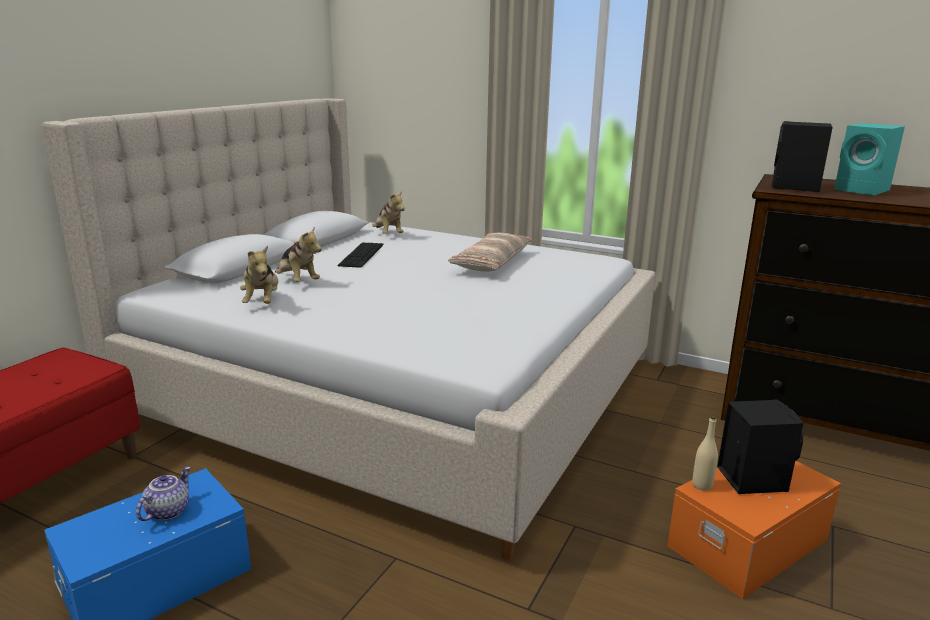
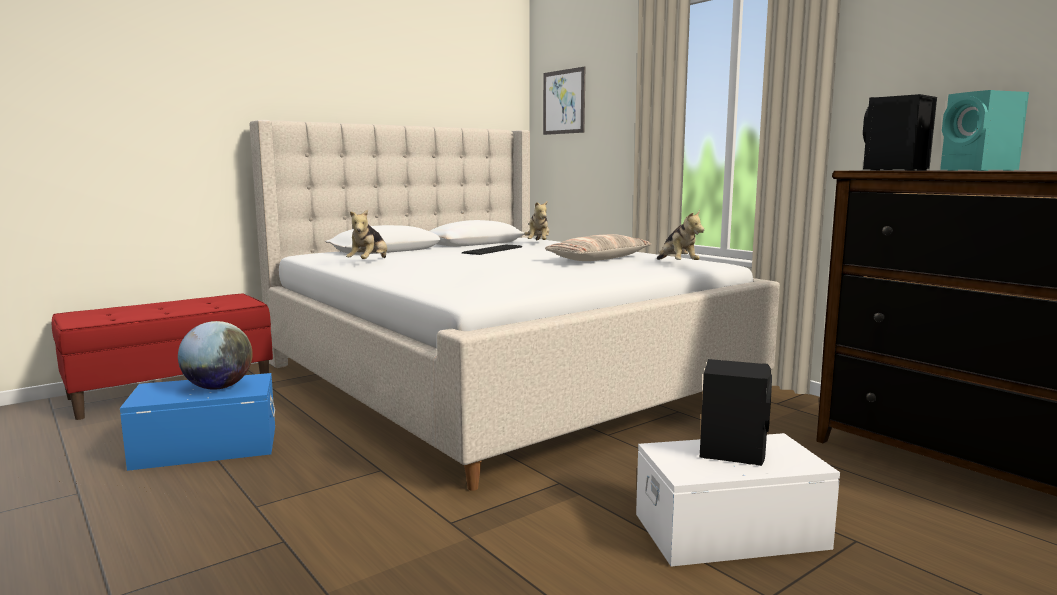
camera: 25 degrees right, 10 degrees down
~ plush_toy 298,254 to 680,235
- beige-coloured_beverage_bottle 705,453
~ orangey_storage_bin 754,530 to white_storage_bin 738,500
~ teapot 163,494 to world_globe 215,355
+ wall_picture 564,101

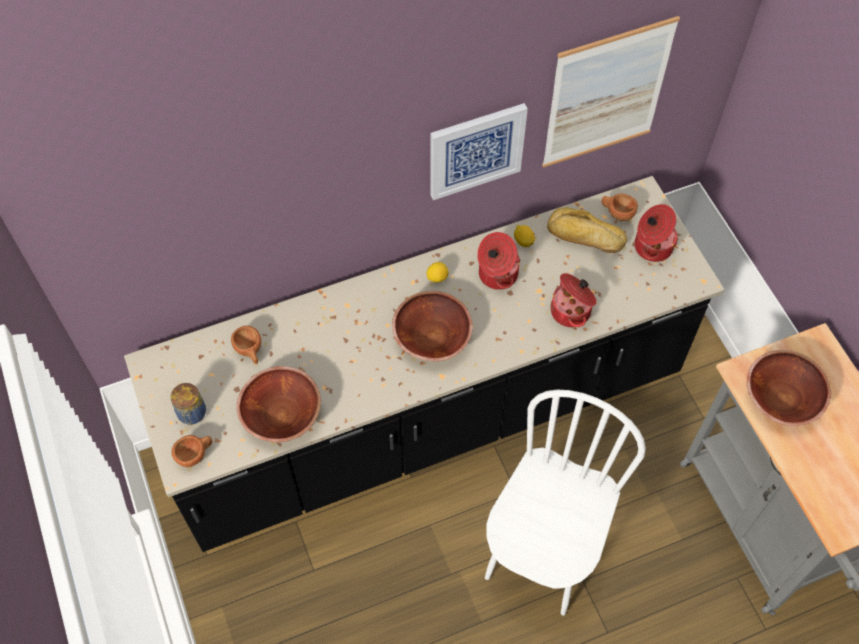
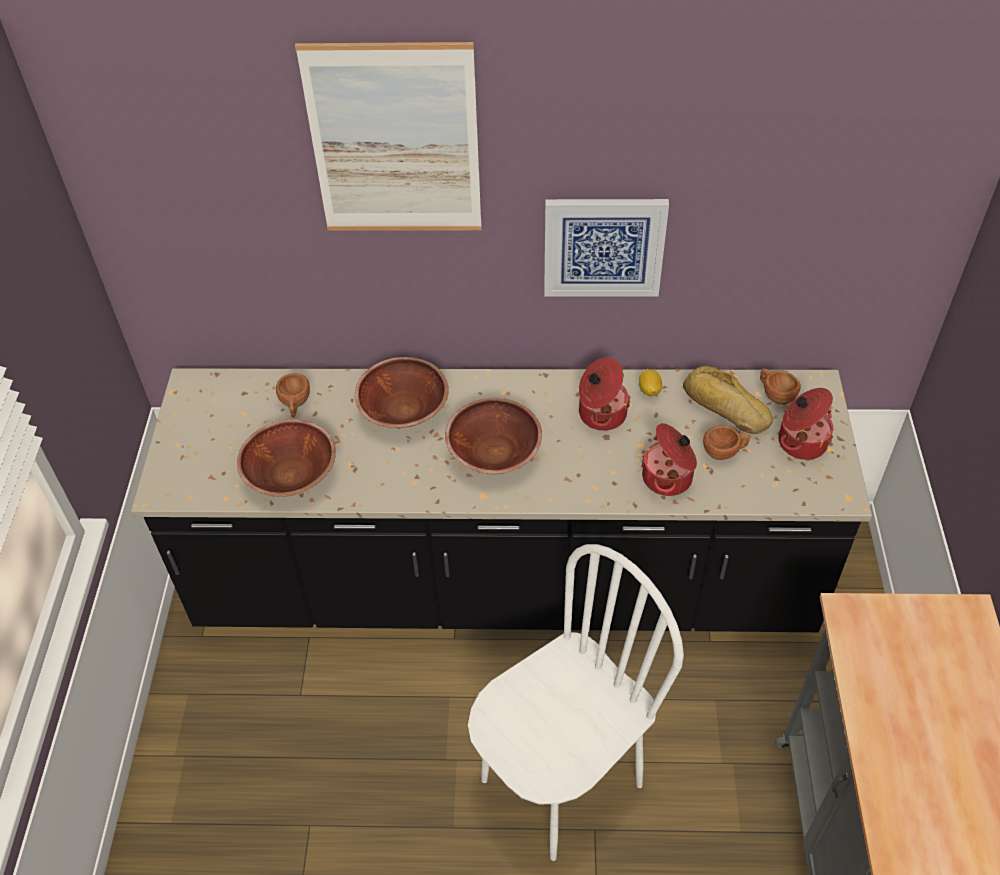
camera: 25 degrees right, 10 degrees down
~ wall_picture 611,92 to 388,136
- lemon 437,272
~ brownish_serving_bowl 789,388 to 402,392
- jar 188,404
~ brownish_small_cup 191,451 to 727,442

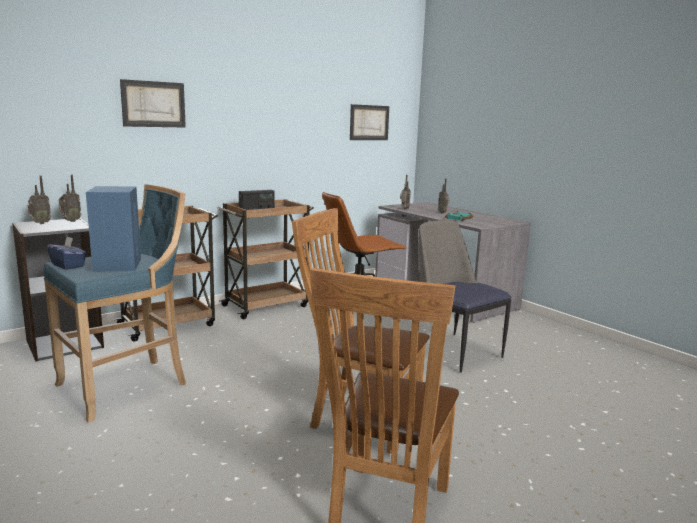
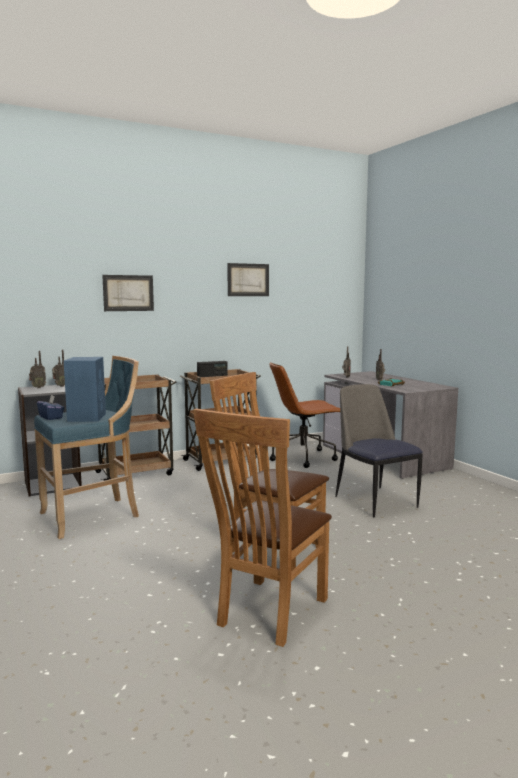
camera: 10 degrees right, 5 degrees down
~ wall_picture 369,122 to 248,279

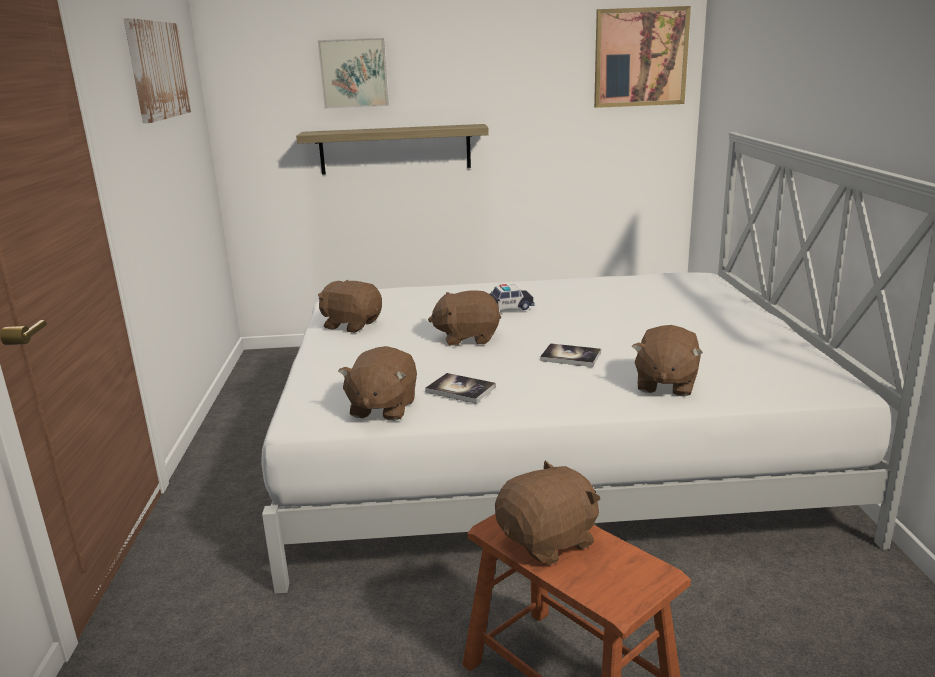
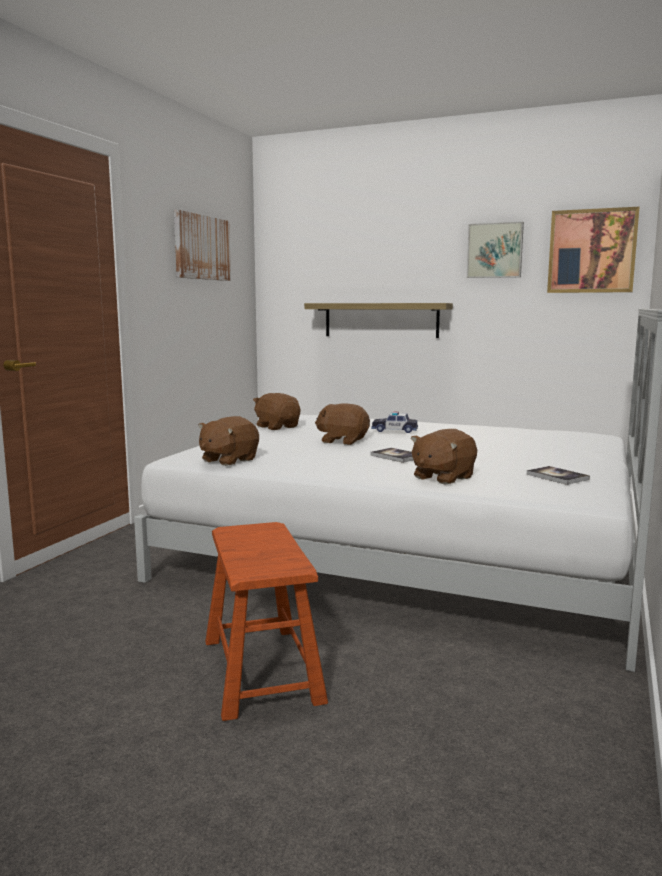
camera: 25 degrees right, 10 degrees down
~ wall_picture 353,73 to 495,250
~ book 460,388 to 558,475
- brownish_plush_toy 548,512

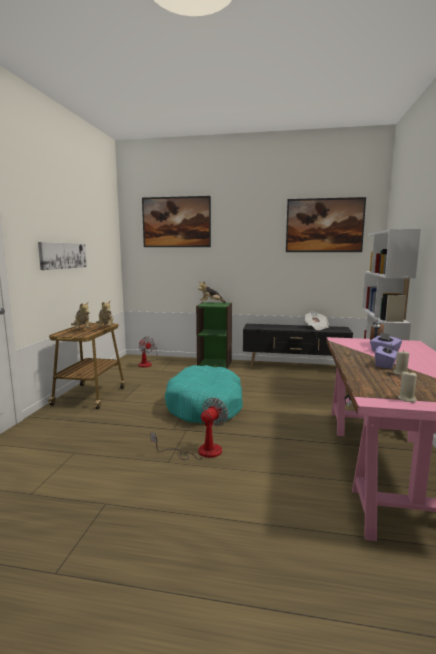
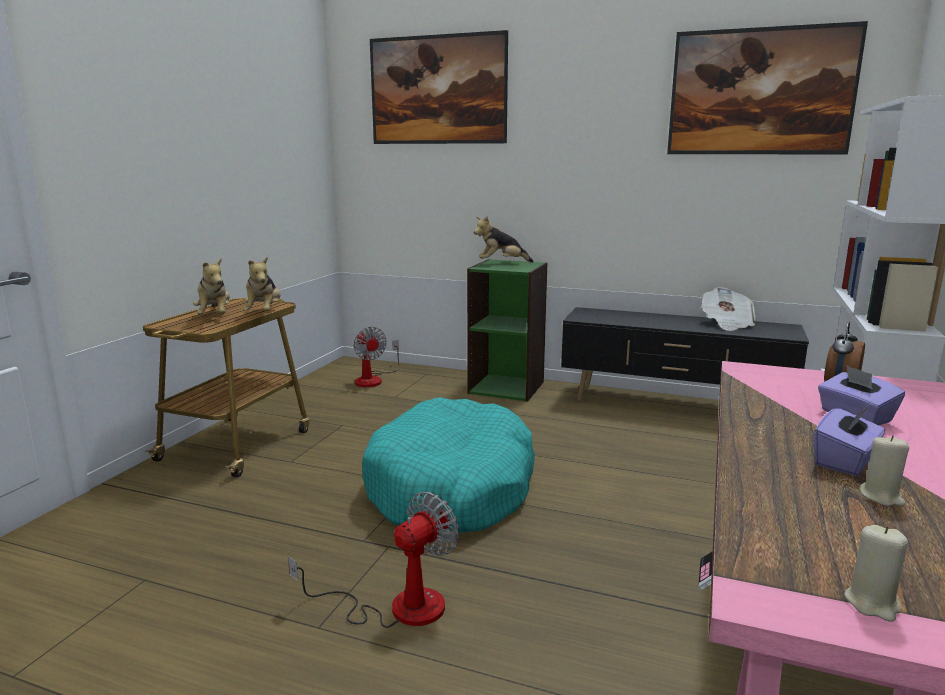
camera: 10 degrees right, 5 degrees up
- wall_picture 62,256

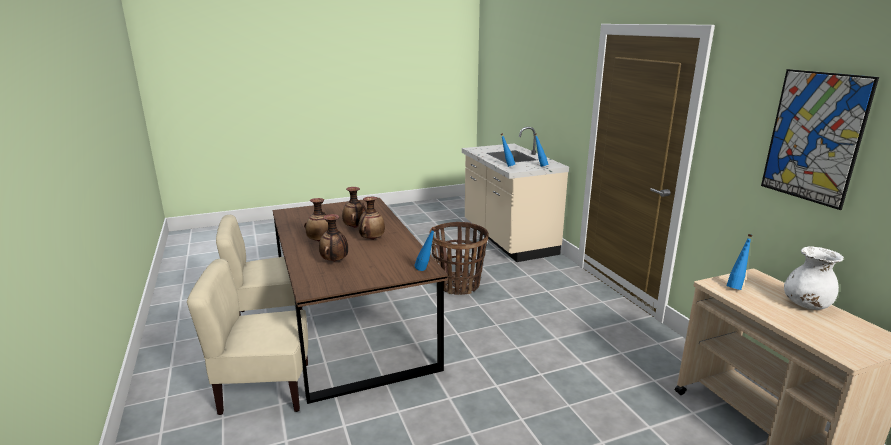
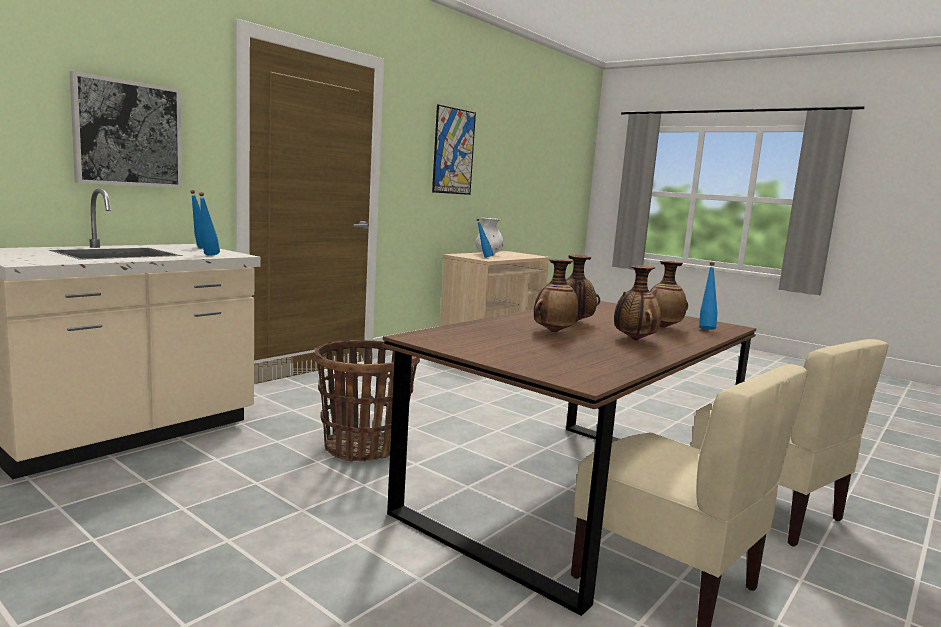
camera: 120 degrees left, 10 degrees down
~ blue-coloured_beverage_bottle 425,249 to 708,295
+ wall_picture 125,129

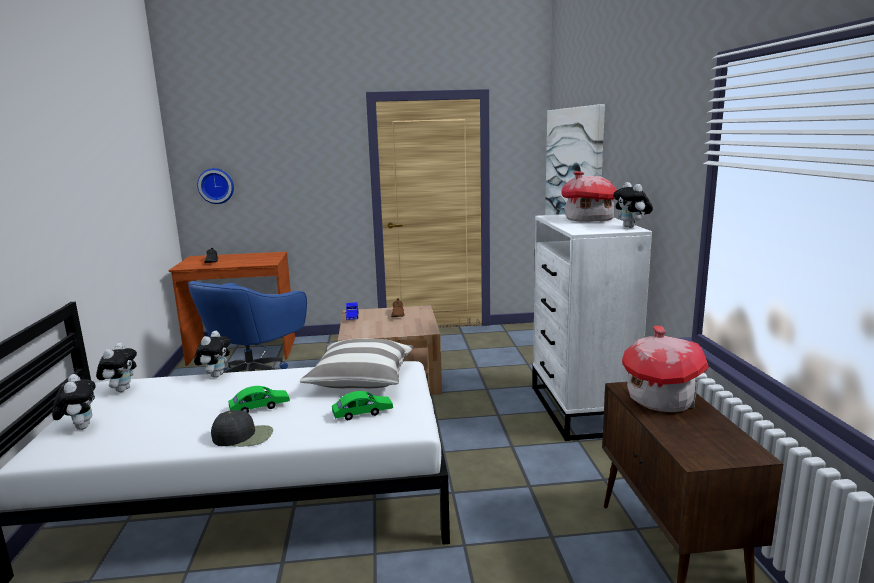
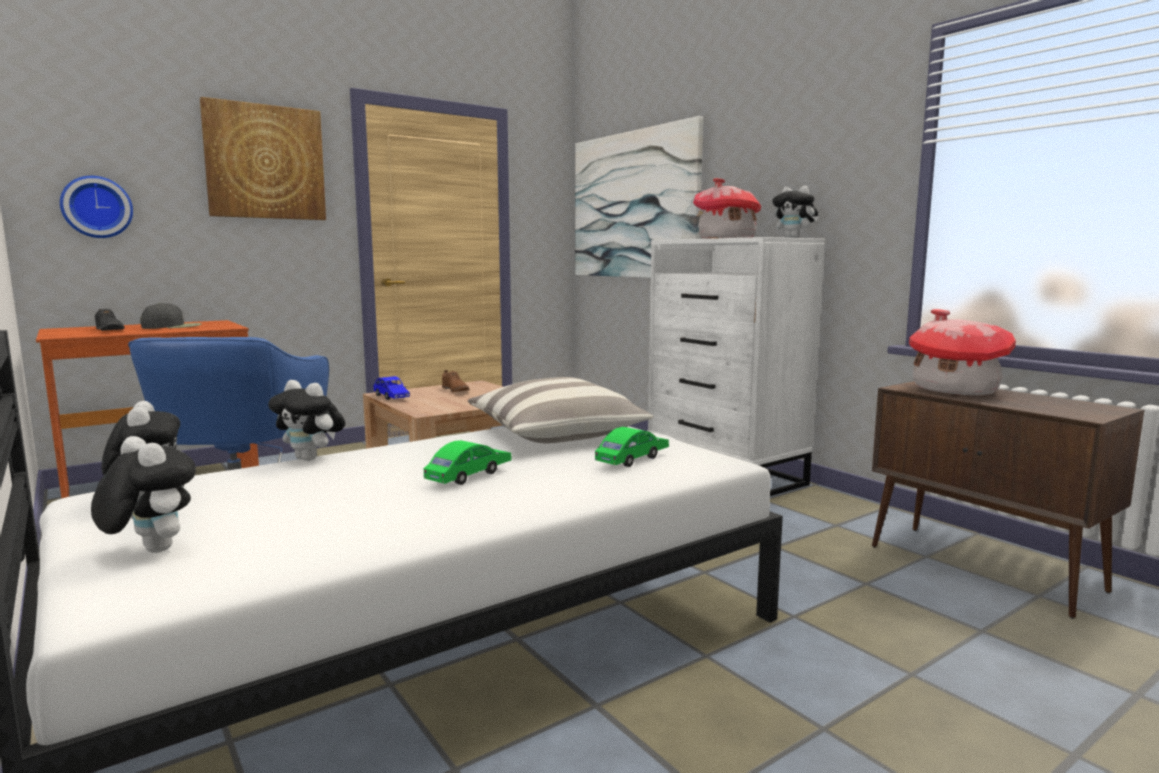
camera: 30 degrees left, 5 degrees down
~ plush_toy 212,354 = 306,420 135 degrees clockwise
~ black_cap 242,428 to 170,316
+ wall_picture 263,158

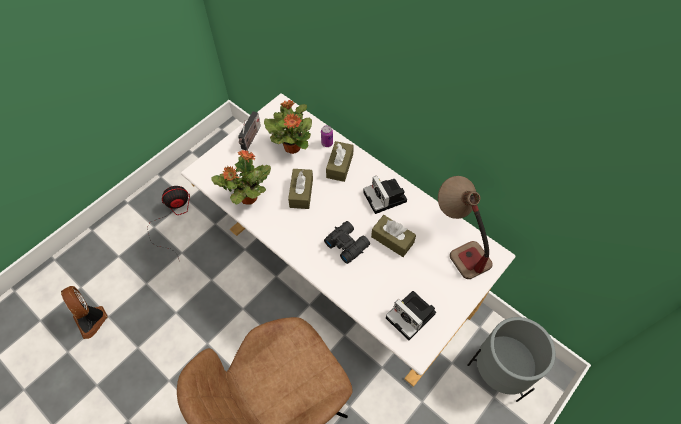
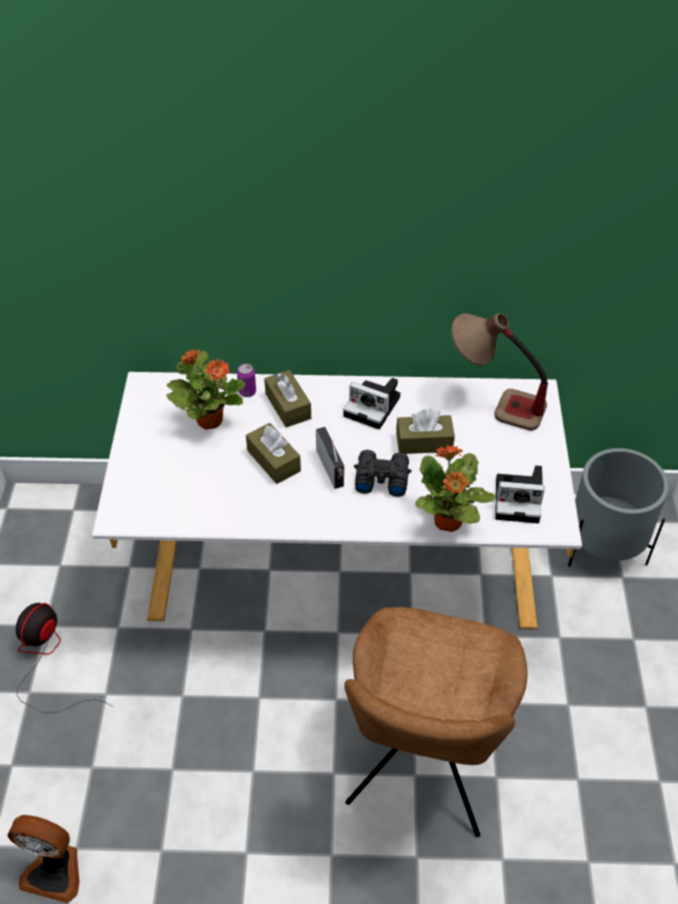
camera: 40 degrees left, 10 degrees down
~ radio_receiver 249,131 to 330,458
~ plant_in_a_pot 241,177 to 455,488

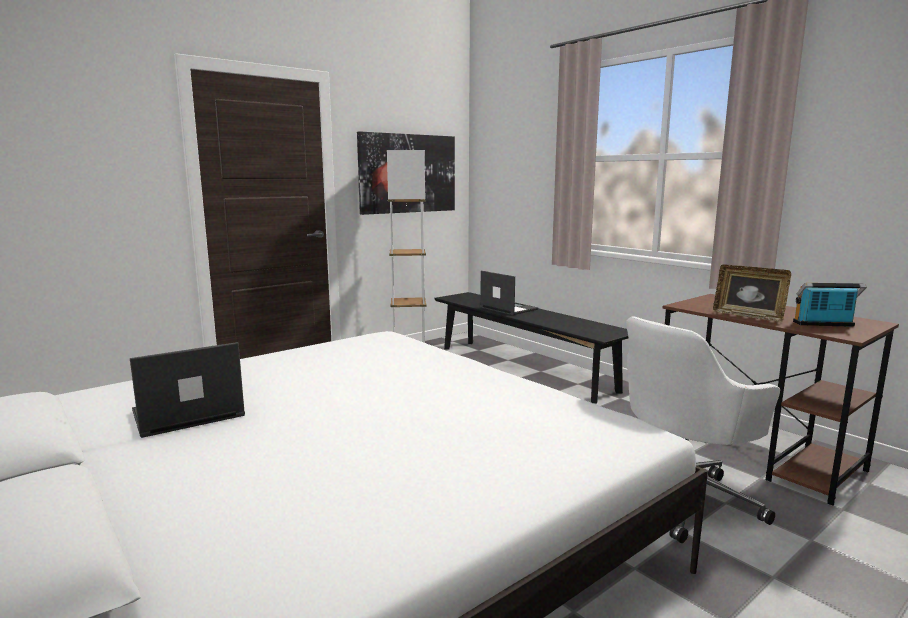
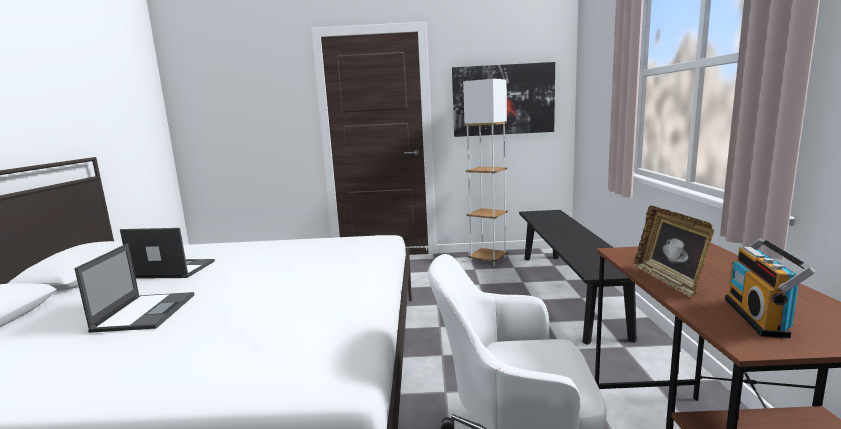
camera: 40 degrees right, 0 degrees up
~ laptop 509,293 to 134,288
~ radio_receiver 830,305 = 770,288 120 degrees counterclockwise

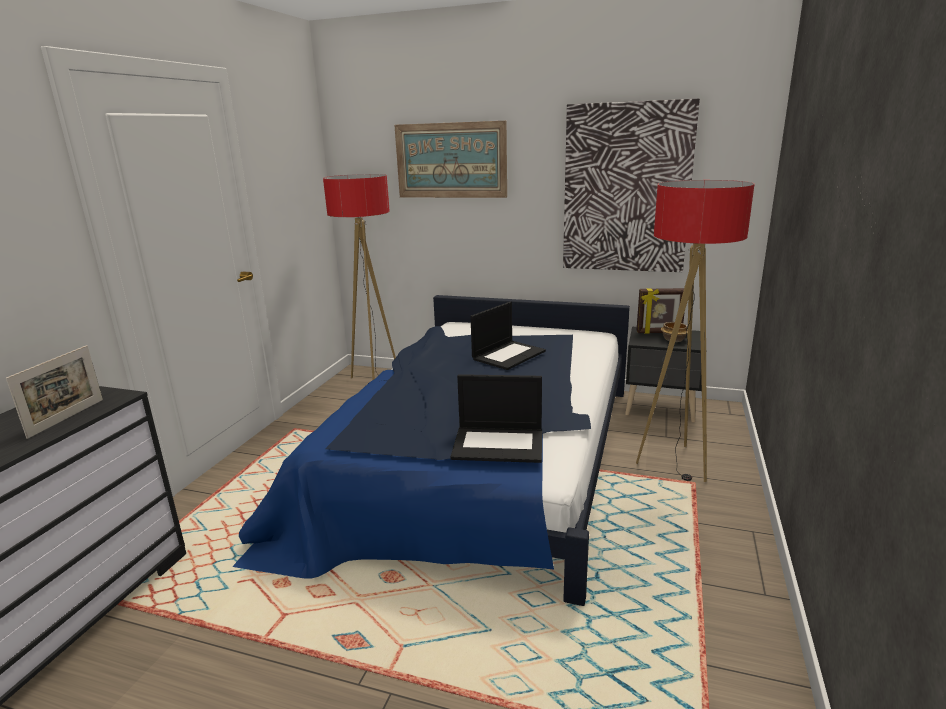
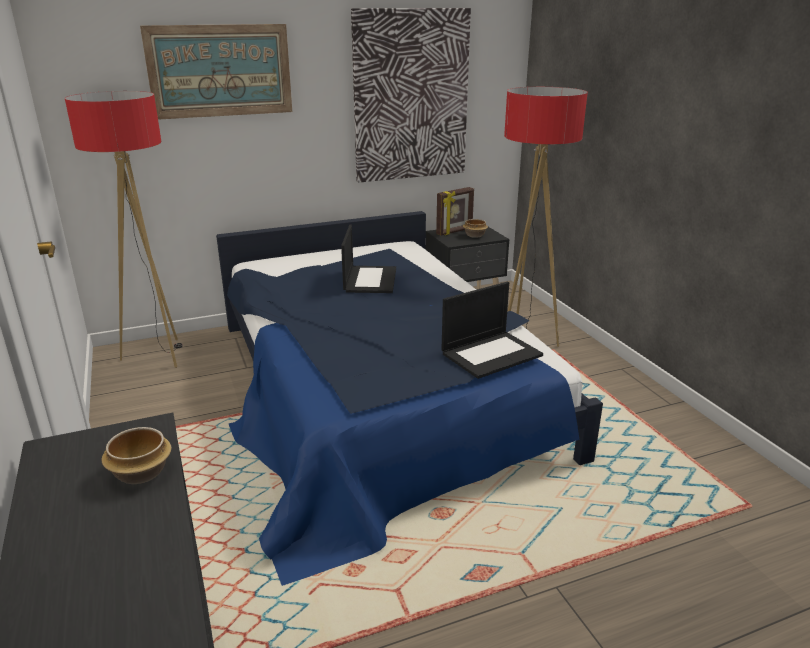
camera: 40 degrees left, 5 degrees up
~ picture_frame 54,392 to serving_bowl 136,455

